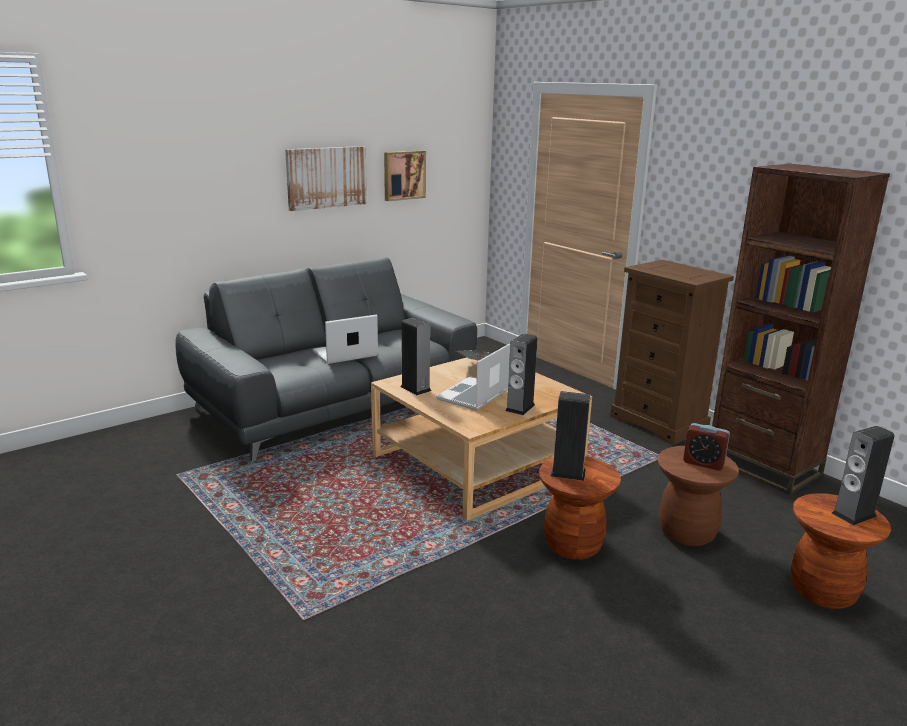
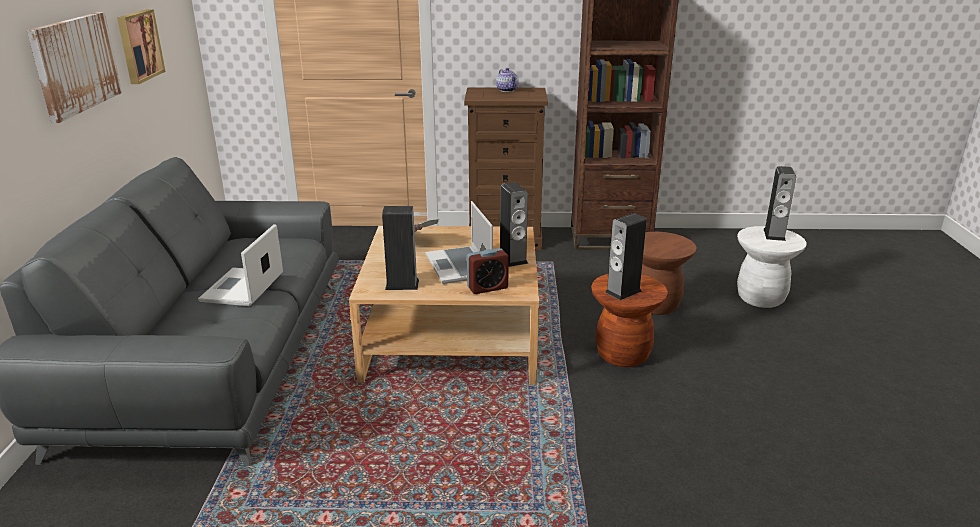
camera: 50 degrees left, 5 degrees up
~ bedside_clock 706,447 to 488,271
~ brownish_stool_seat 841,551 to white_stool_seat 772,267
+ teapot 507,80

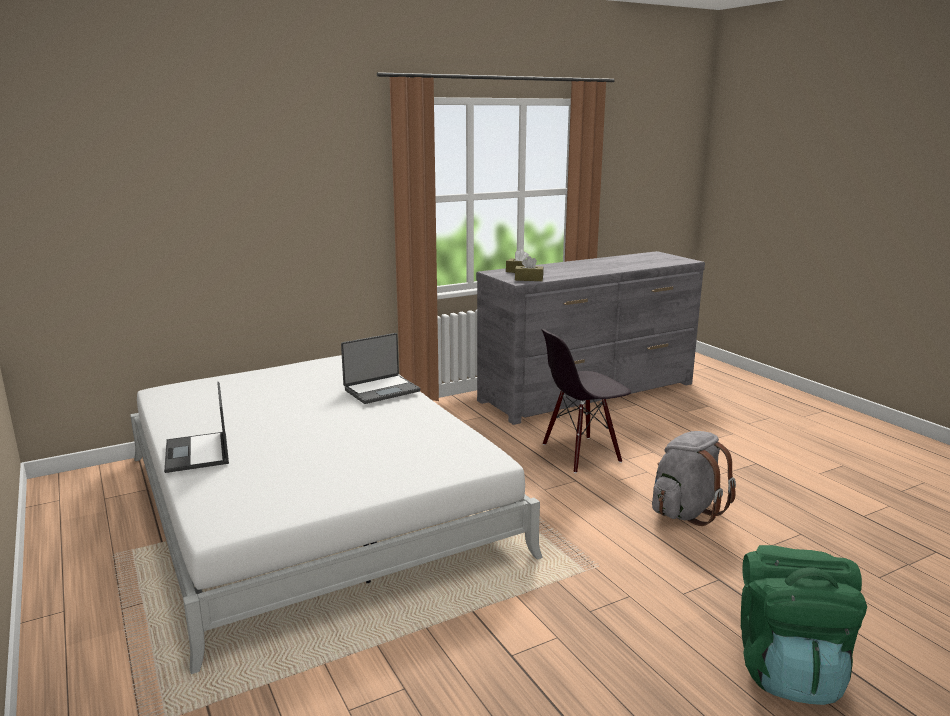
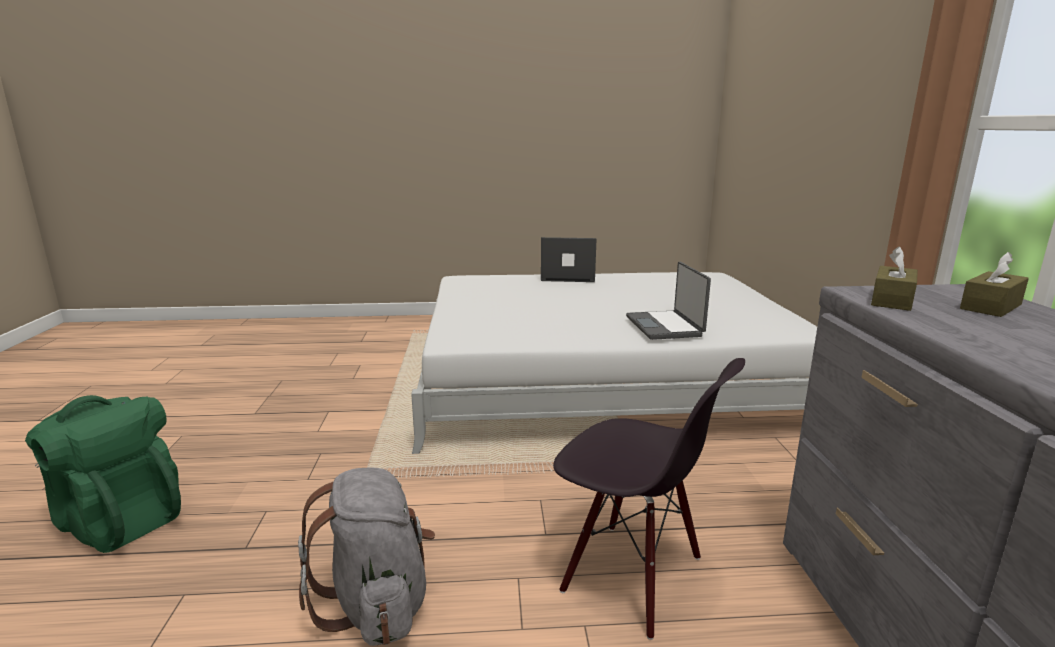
camera: 115 degrees right, 0 degrees up
~ black_chair 586,401 = 649,499 120 degrees clockwise

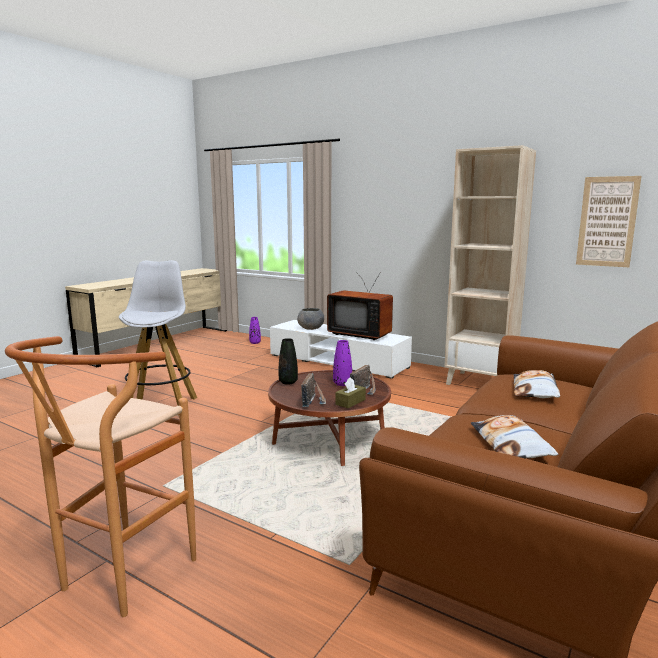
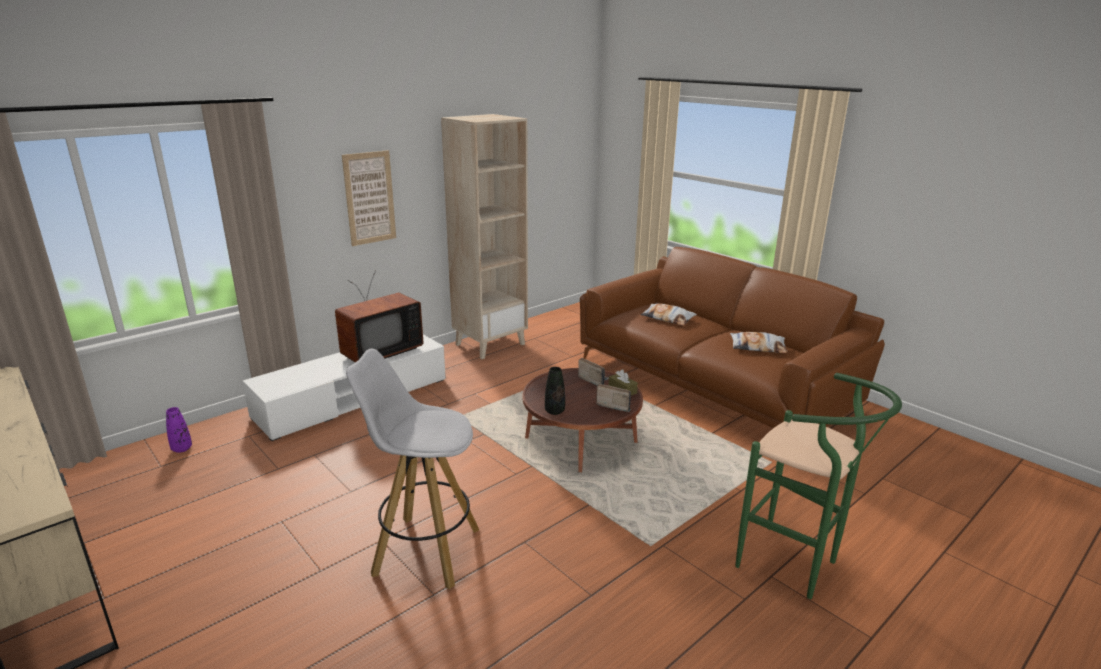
camera: 75 degrees left, 10 degrees up
~ wall_picture 608,221 to 369,198
- gray_serving_bowl 310,319
~ brownish_stool_seat 100,476 to green-coloured_stool_seat 818,486
- purple-coloured_vase 342,363

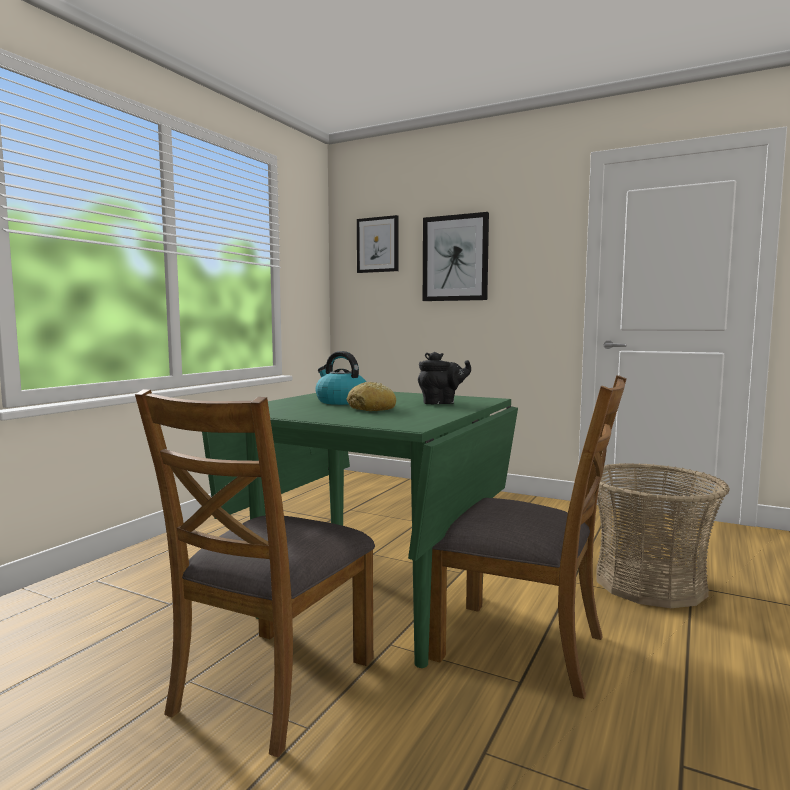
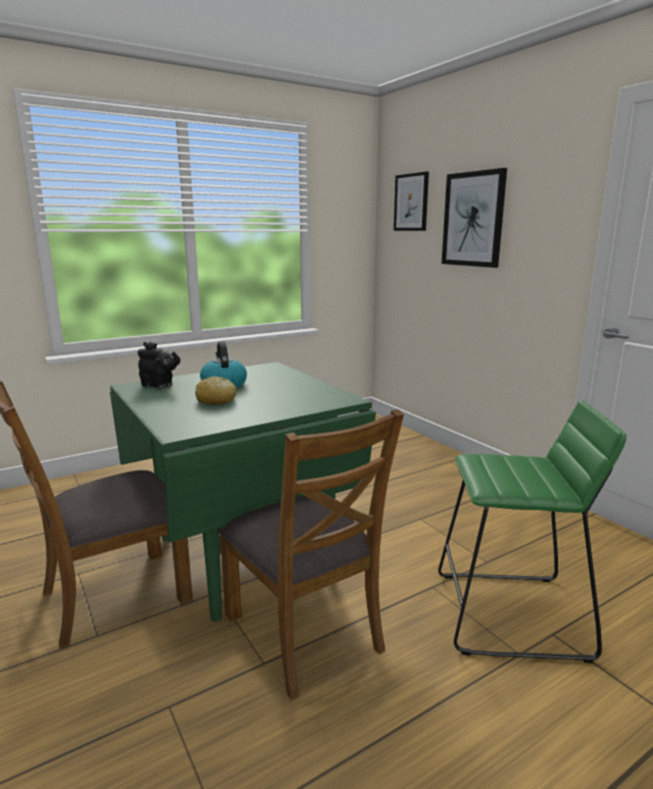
camera: 30 degrees right, 10 degrees up
~ black_teapot 444,378 to 159,365
~ household_basket 663,535 to green-coloured_stool_seat 532,531

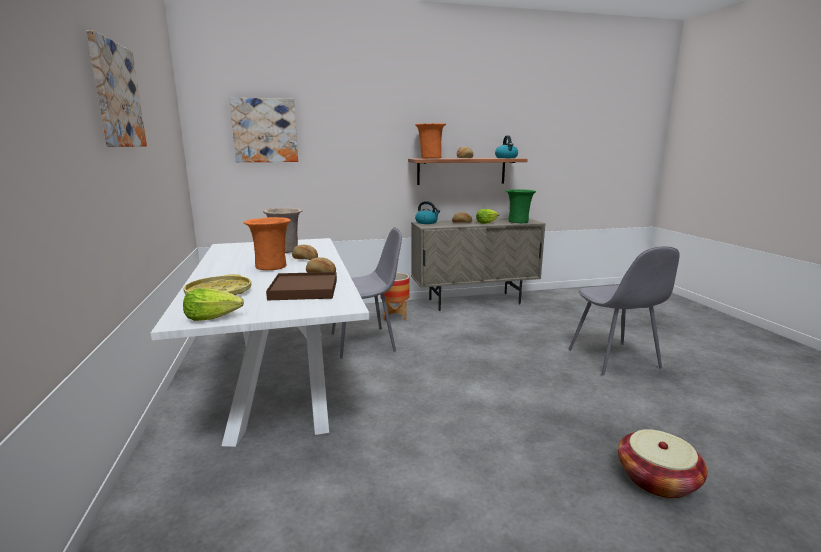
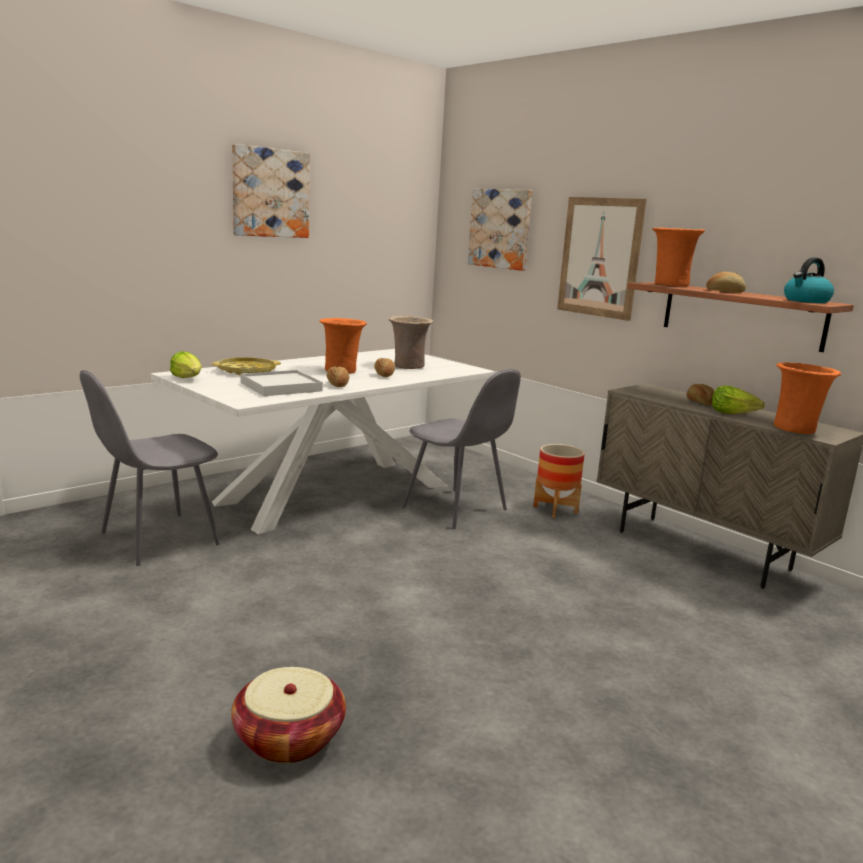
camera: 60 degrees right, 0 degrees up
~ green-coloured_vase 521,206 to orangey_vase 807,398
- water_kettle 427,212
~ gray_chair 624,311 to 150,468
~ brownish_serving_tray 301,286 to white_serving_tray 282,383
+ wall_picture 602,259

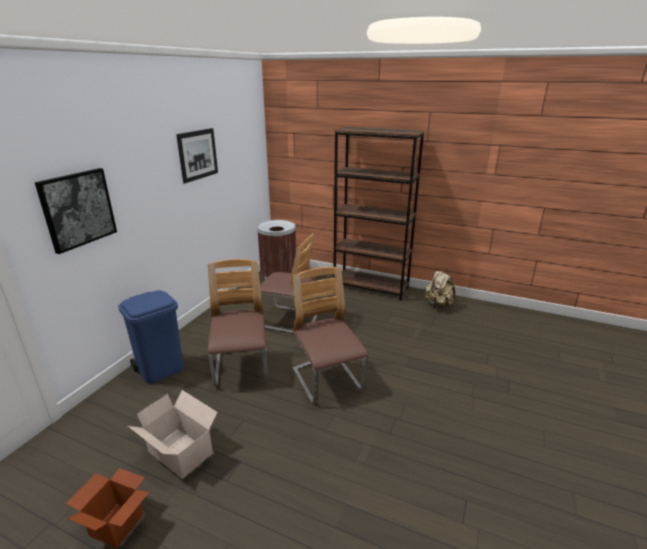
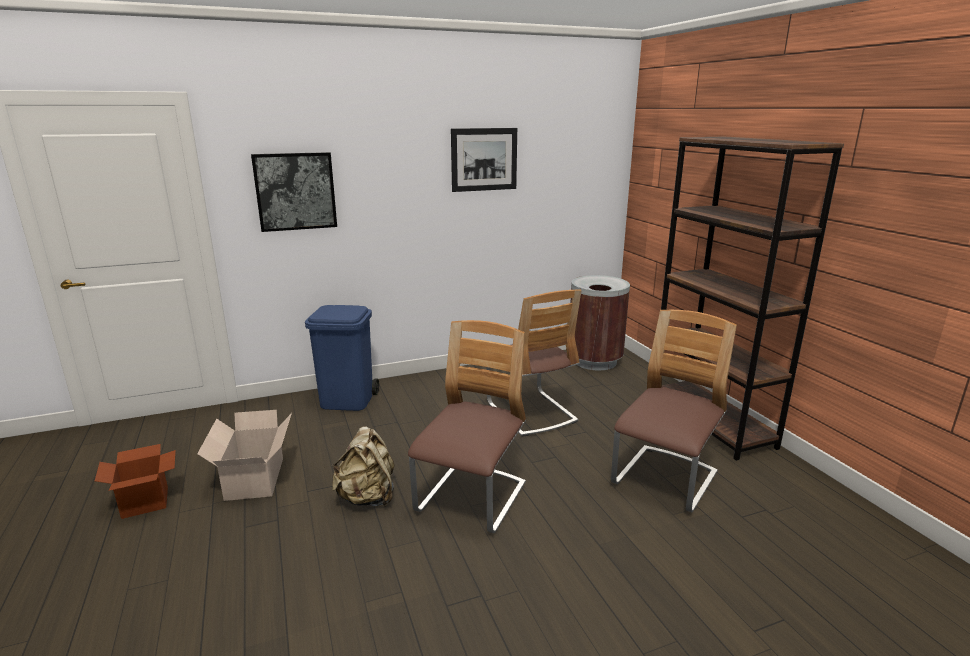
camera: 45 degrees right, 5 degrees down
~ chair 237,322 to 674,411
~ beige-coloured_knapsack 439,289 to 362,466

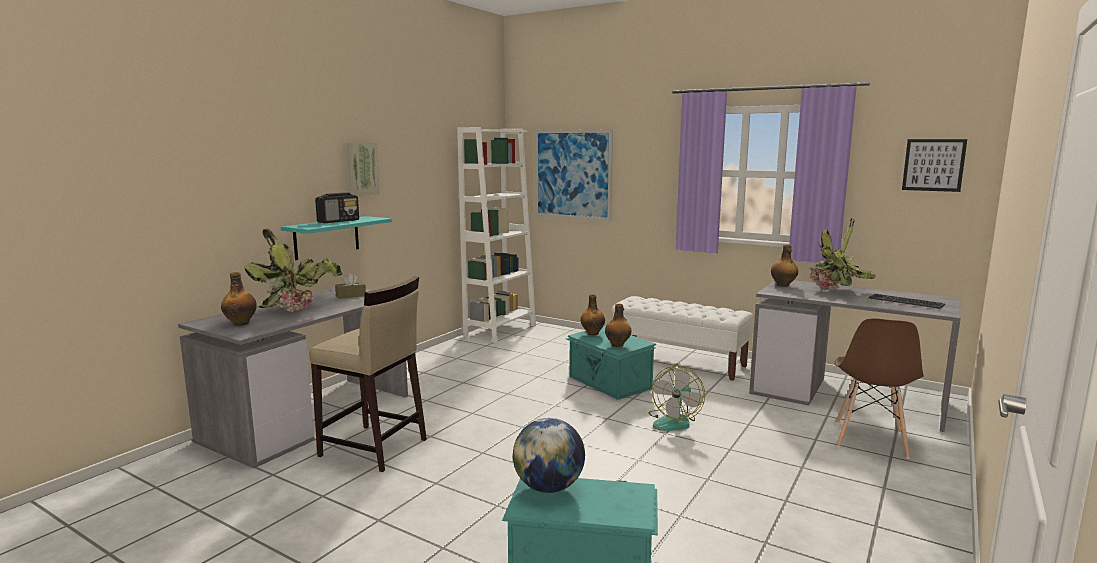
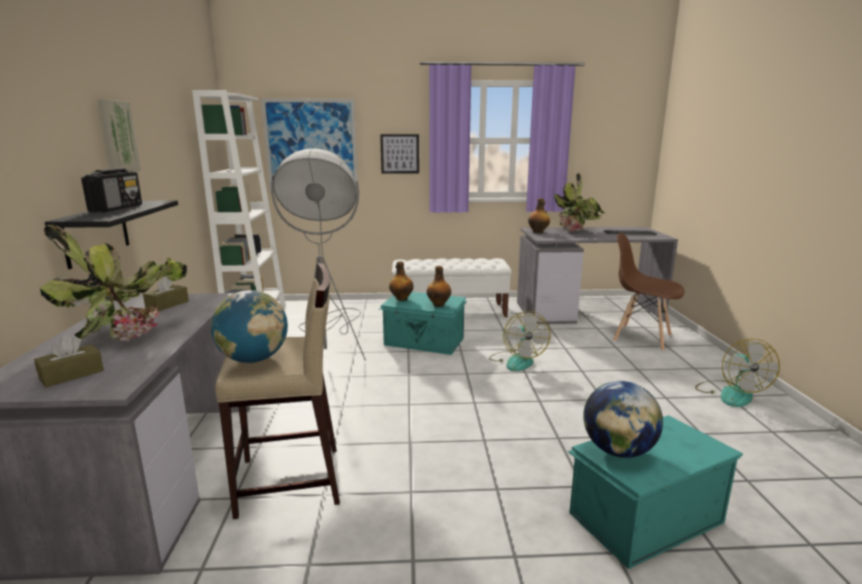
camera: 35 degrees left, 5 degrees up
~ wall_picture 934,165 to 399,154
~ turquoise-coloured_shelf 336,238 to black_shelf 111,235
~ beverage_bottle 239,299 to brownish_tissue_box 69,361
~ brownish_chair 879,388 = 649,292 135 degrees clockwise
+ gray_standing_lamp 318,254
+ world_globe 249,326
+ electric_fan 737,373

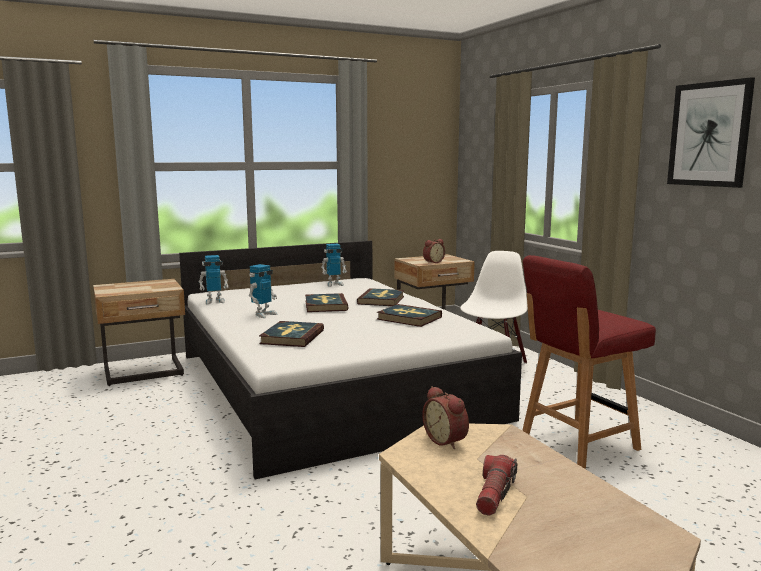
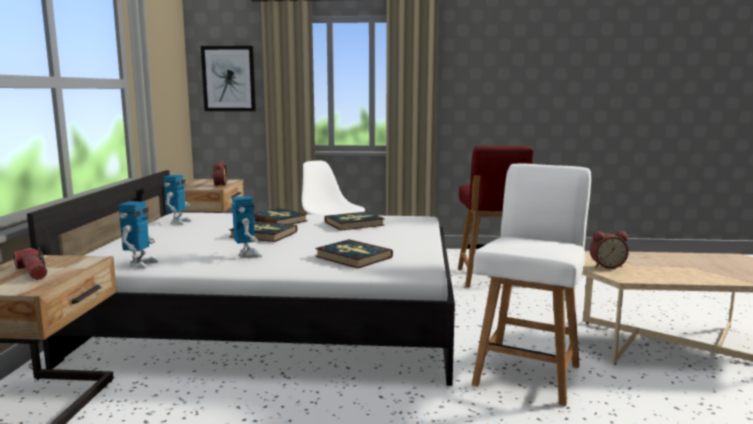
camera: 60 degrees left, 0 degrees up
~ wall_picture 711,132 to 228,78
~ torch 496,485 to 30,263
+ white_chair 531,284

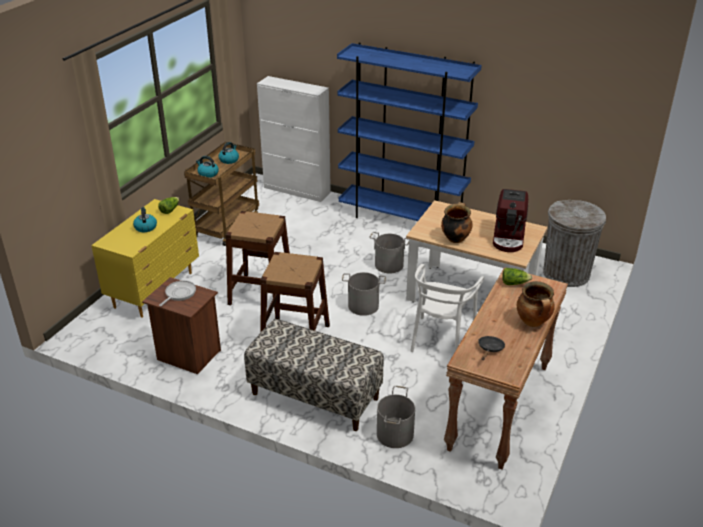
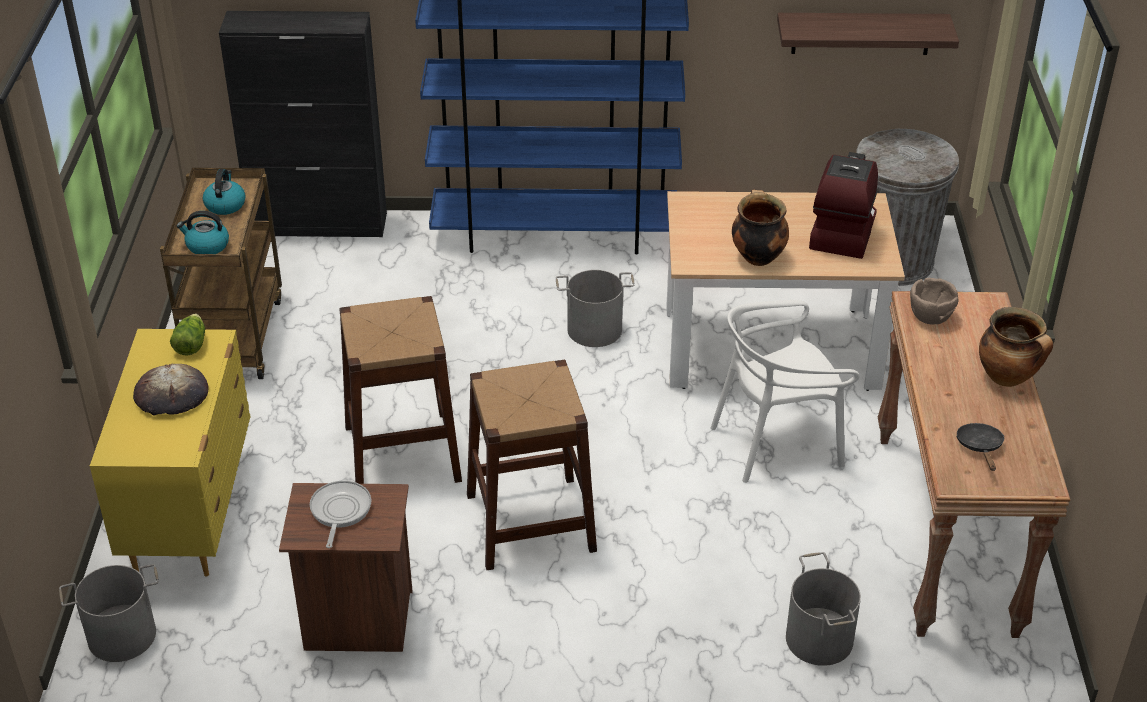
camera: 25 degrees left, 5 degrees up
~ white_cabinet 294,139 to black_cabinet 303,124
~ coffee_maker 510,220 = 843,205 150 degrees counterclockwise
~ water_kettle 145,219 to bakery_bread 171,390
~ white_chair 447,308 = 785,391 75 degrees clockwise
~ lettuce 517,276 to brownish_serving_bowl 934,301
~ gray_water_bucket 364,294 to 109,613
- bench 314,375
+ shelf 868,34

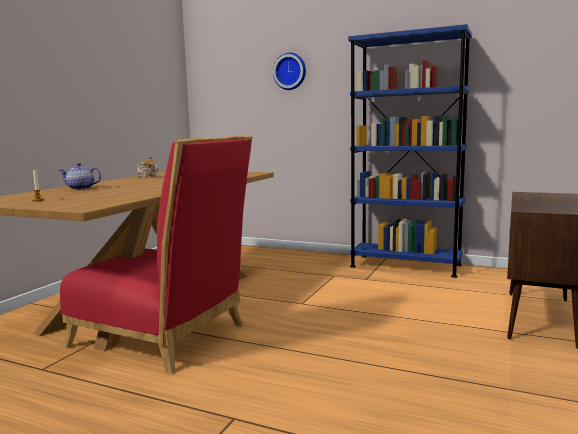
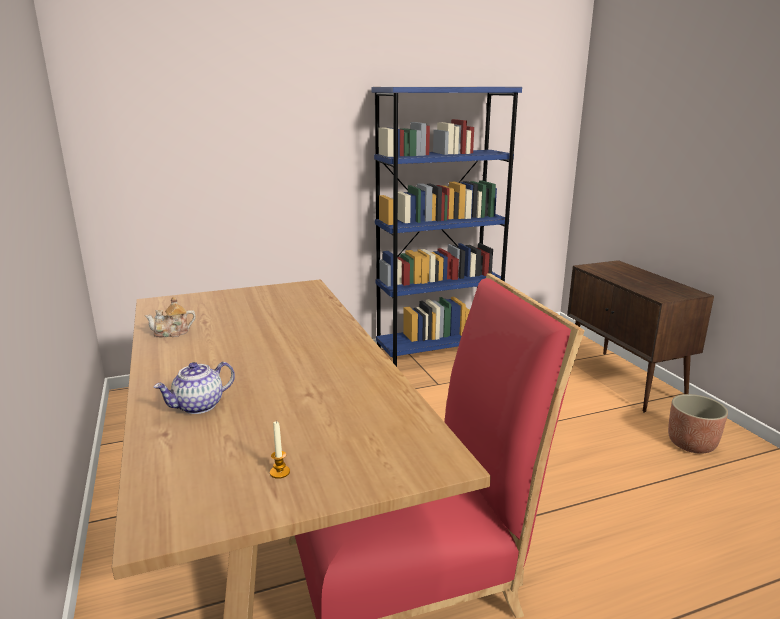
camera: 45 degrees left, 10 degrees up
- hanging_clock 289,71
+ flower_pot 698,424

